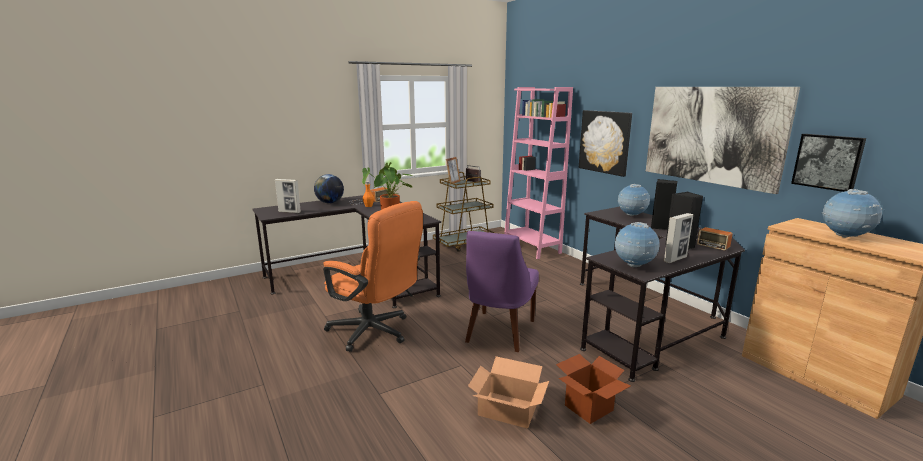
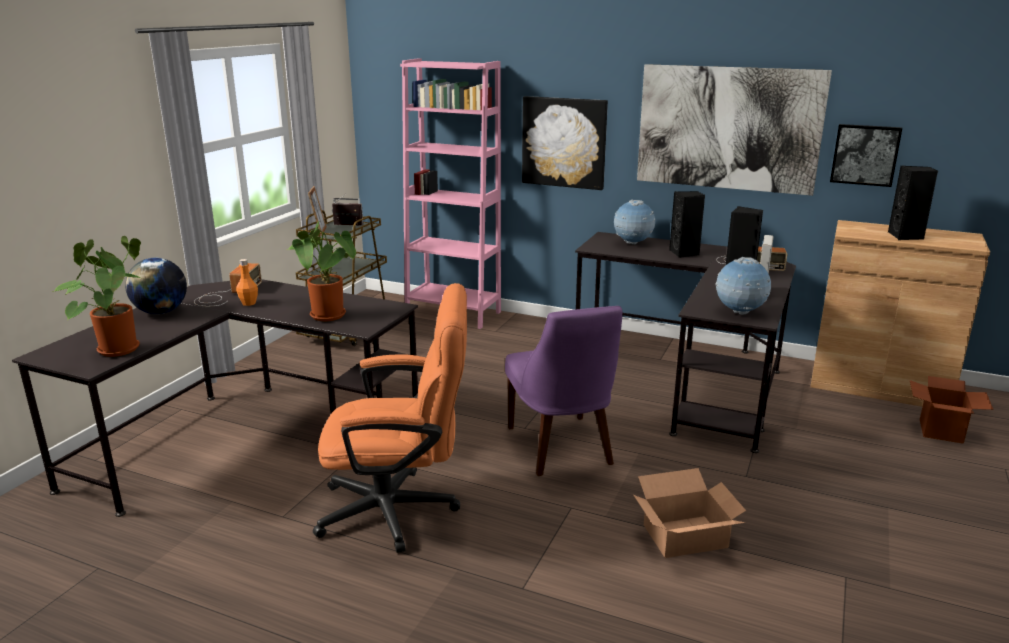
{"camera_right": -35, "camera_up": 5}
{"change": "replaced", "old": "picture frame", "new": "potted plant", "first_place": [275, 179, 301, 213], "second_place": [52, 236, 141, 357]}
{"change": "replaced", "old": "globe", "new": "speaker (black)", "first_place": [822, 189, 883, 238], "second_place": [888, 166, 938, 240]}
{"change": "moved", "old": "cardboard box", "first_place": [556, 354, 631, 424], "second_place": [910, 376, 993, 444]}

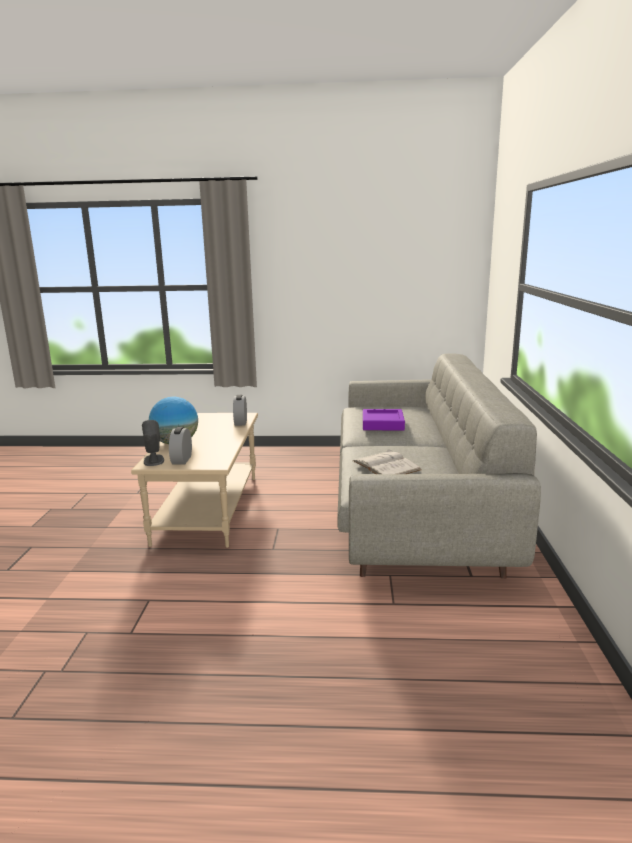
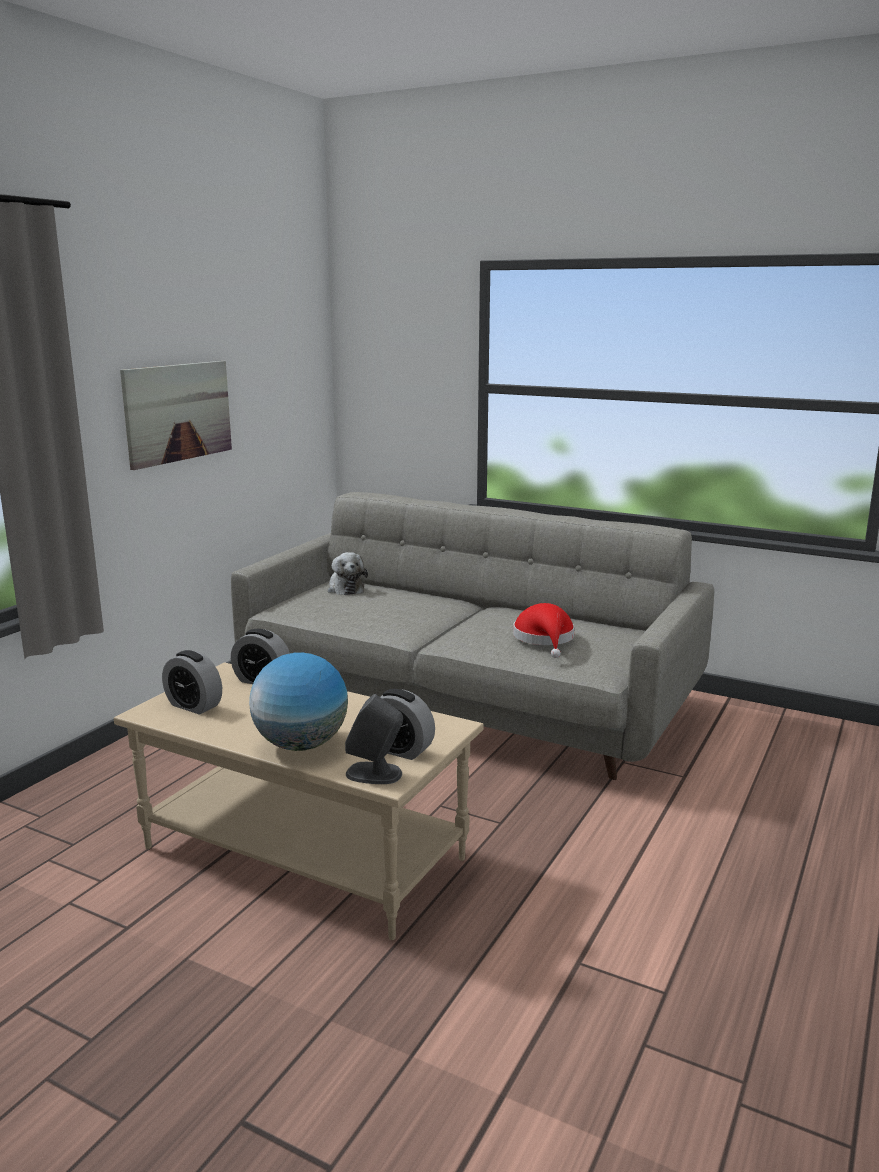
{"camera_right": -65, "camera_up": 0}
{"change": "added", "new": "picture", "second_place": [120, 361, 232, 470]}
{"change": "added", "new": "alarm clock", "second_place": [162, 650, 222, 715]}
{"change": "added", "new": "plush toy", "second_place": [328, 552, 368, 595]}
{"change": "replaced", "old": "book (white)", "new": "hat (red)", "first_place": [353, 449, 422, 474], "second_place": [513, 603, 575, 658]}
{"change": "removed", "old": "tray (purple)", "first_place": [363, 409, 405, 430]}

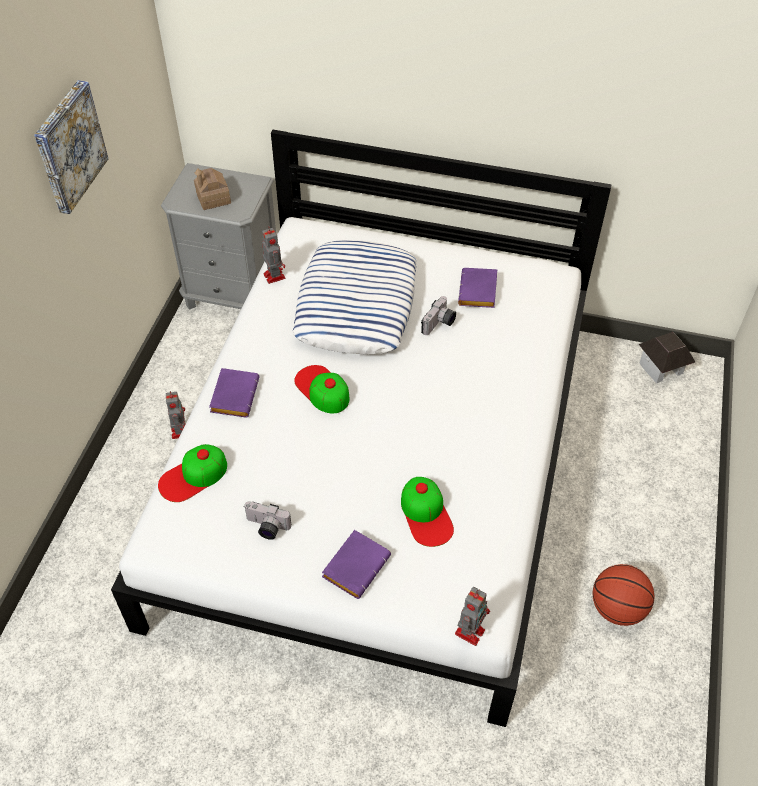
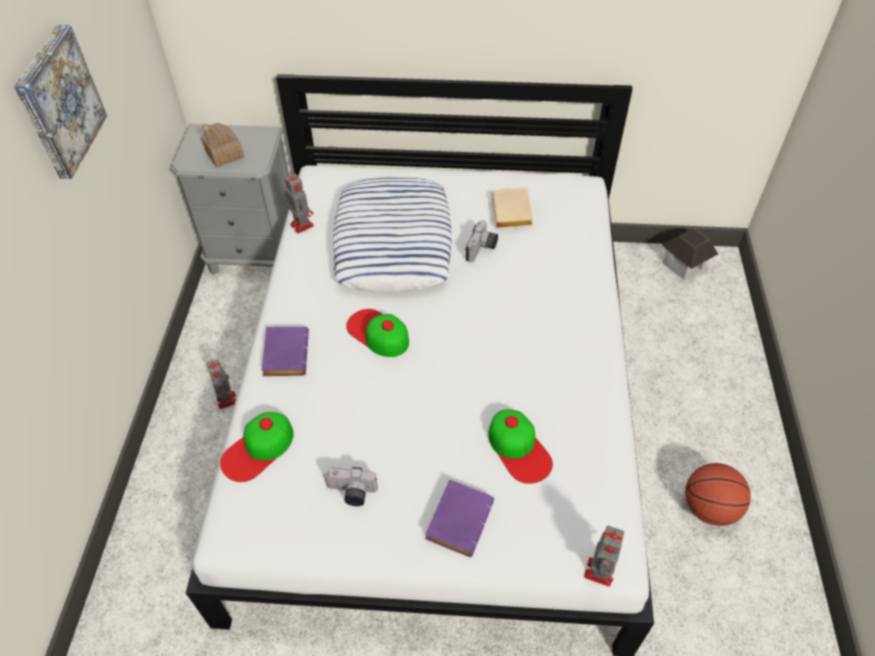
{"camera_right": -10, "camera_up": 0}
{"change": "recoloured", "old": "book (purple)", "new": "book (beige)", "first_place": [458, 268, 497, 308], "second_place": [492, 188, 533, 228]}

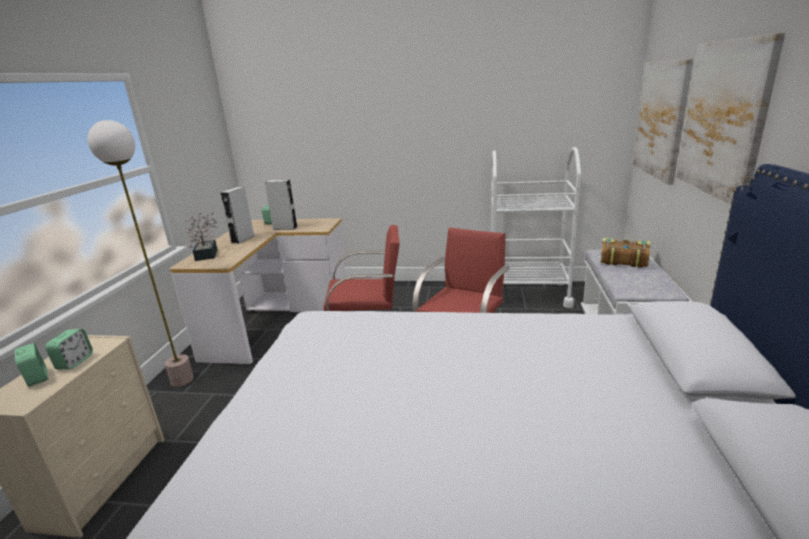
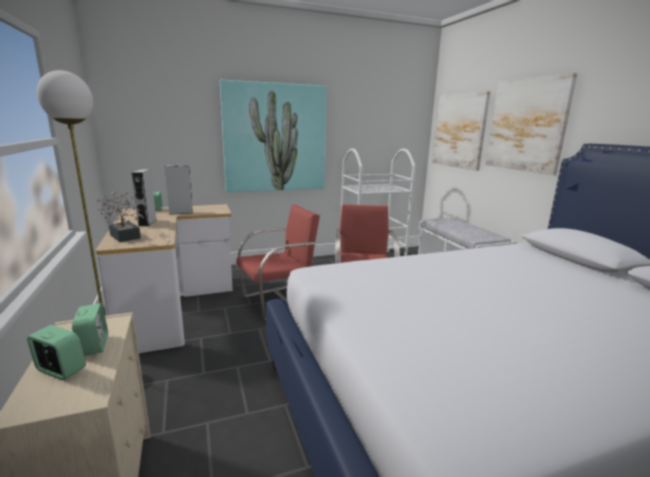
{"camera_right": -30, "camera_up": -5}
{"change": "added", "new": "picture", "second_place": [220, 80, 327, 192]}
{"change": "removed", "old": "book", "first_place": [601, 238, 650, 268]}

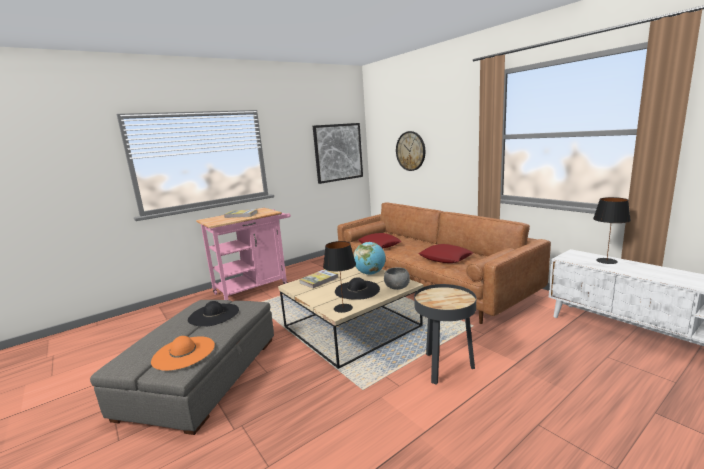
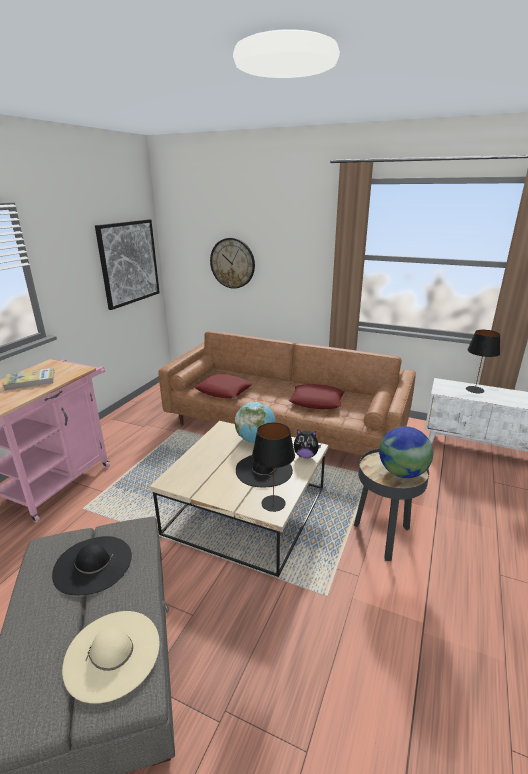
{"camera_right": -30, "camera_up": 10}
{"change": "recoloured", "old": "hat (orange)", "new": "hat (beige)", "first_place": [151, 336, 215, 371], "second_place": [62, 611, 159, 703]}
{"change": "replaced", "old": "bowl (grey)", "new": "plush toy", "first_place": [384, 267, 410, 290], "second_place": [294, 429, 321, 458]}
{"change": "added", "new": "globe", "second_place": [379, 426, 433, 478]}
{"change": "removed", "old": "book", "first_place": [299, 269, 339, 289]}

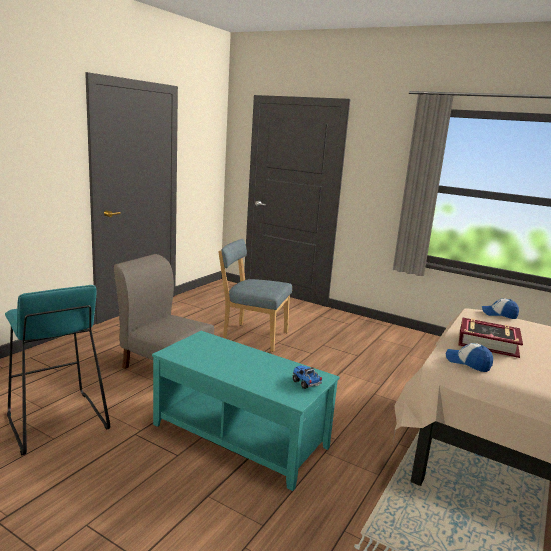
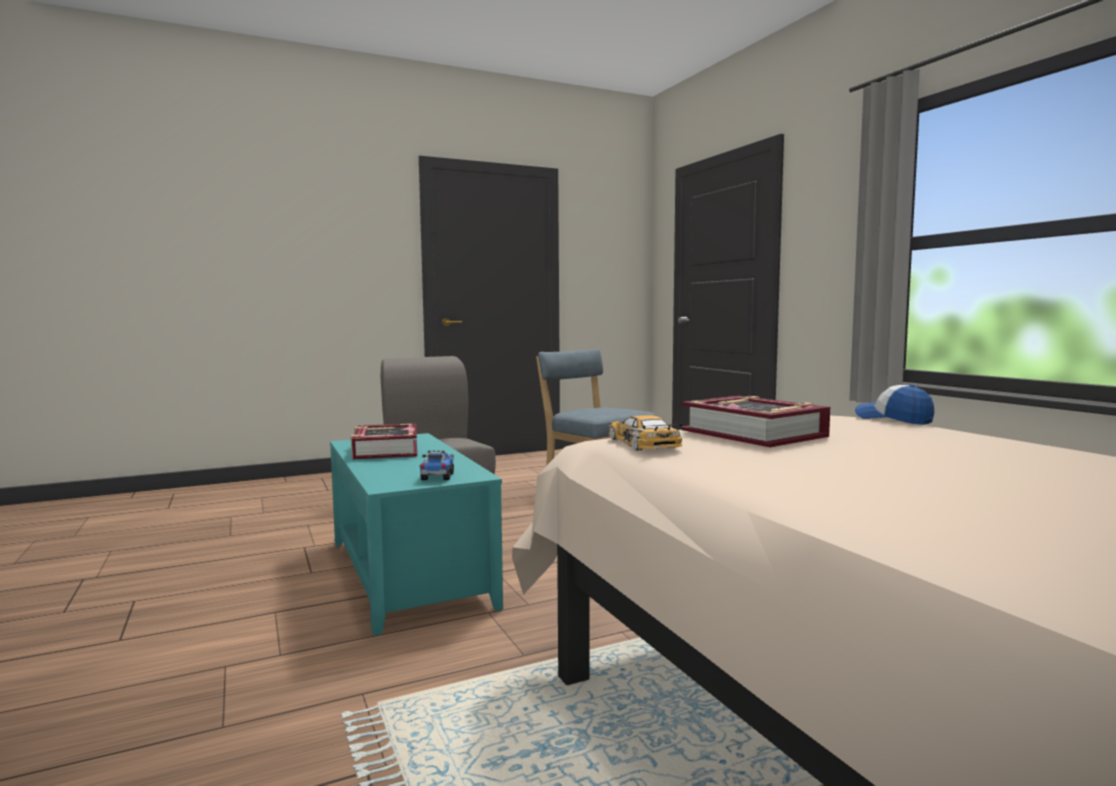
{"camera_right": 35, "camera_up": -10}
{"change": "added", "new": "book", "second_place": [351, 423, 417, 460]}
{"change": "replaced", "old": "cap", "new": "toy car", "first_place": [446, 343, 493, 372], "second_place": [608, 415, 682, 450]}
{"change": "removed", "old": "stool (turquoise)", "first_place": [5, 285, 110, 456]}

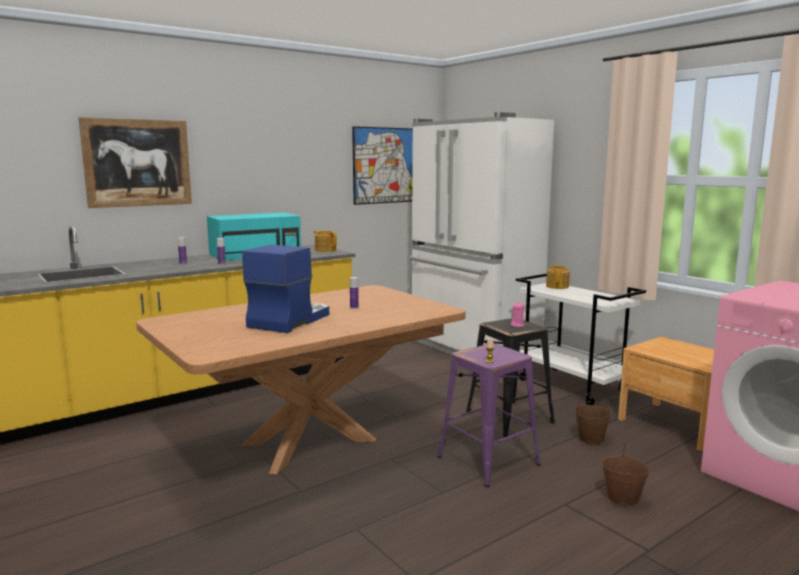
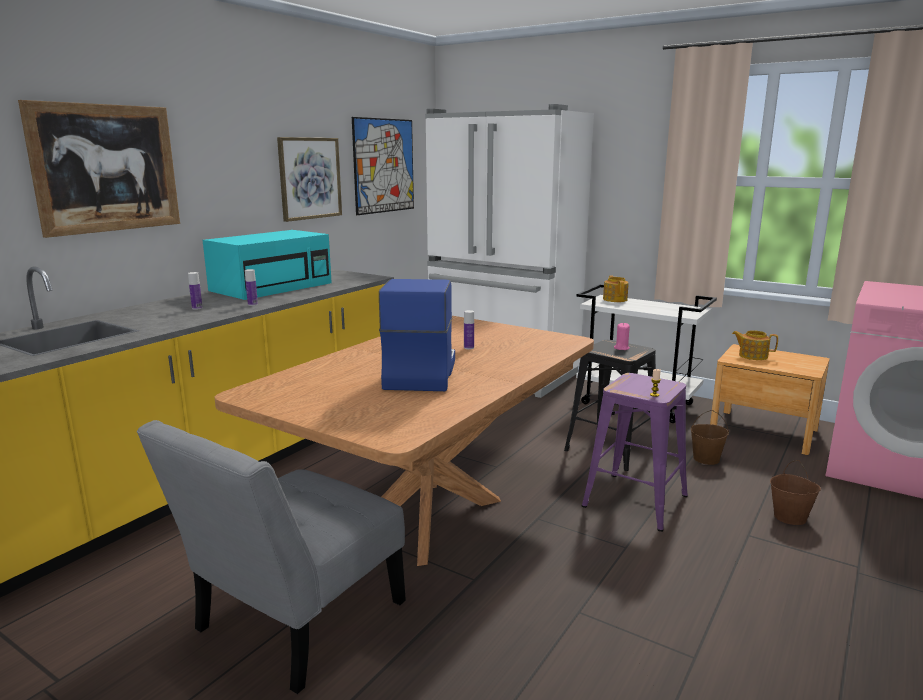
{"camera_right": -20, "camera_up": 5}
{"change": "added", "new": "chair (grey)", "second_place": [137, 420, 406, 694]}
{"change": "added", "new": "picture", "second_place": [277, 137, 342, 222]}
{"change": "moved", "old": "teapot", "first_place": [314, 231, 337, 252], "second_place": [732, 330, 778, 360]}

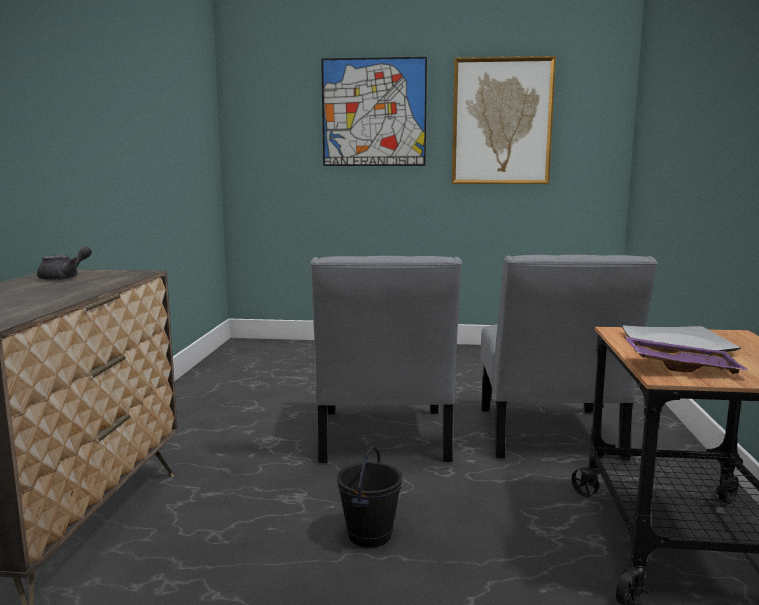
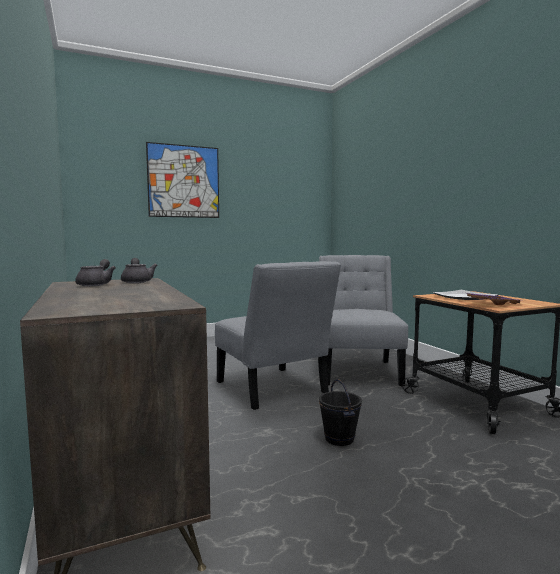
{"camera_right": -30, "camera_up": -5}
{"change": "added", "new": "teapot (grey)", "second_place": [121, 258, 158, 283]}
{"change": "turned", "old": "chair (grey)", "first_place": [481, 255, 658, 461], "second_place": [319, 255, 408, 386], "degrees": -150}
{"change": "removed", "old": "picture", "first_place": [452, 56, 556, 184]}

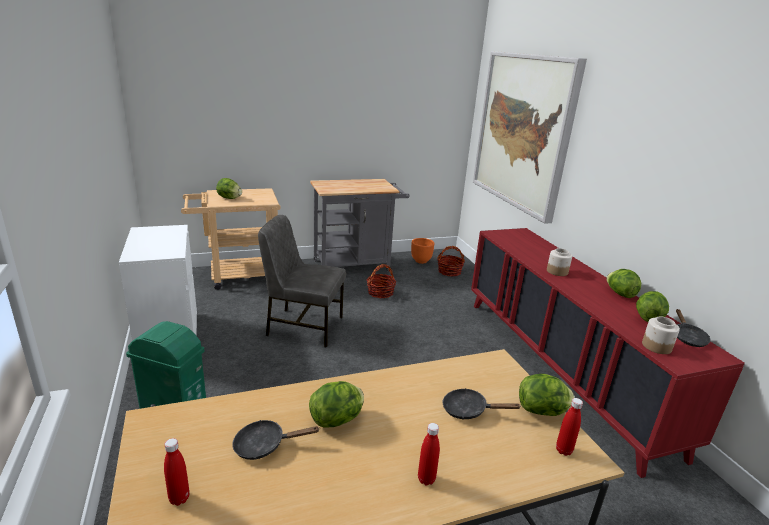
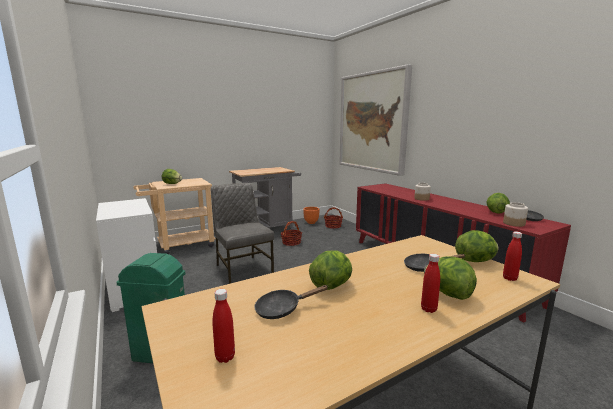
{"camera_right": -10, "camera_up": -10}
{"change": "turned", "old": "chair (grey)", "first_place": [258, 215, 346, 348], "second_place": [211, 183, 274, 284], "degrees": 60}
{"change": "moved", "old": "lettuce", "first_place": [606, 269, 641, 298], "second_place": [424, 256, 477, 300]}

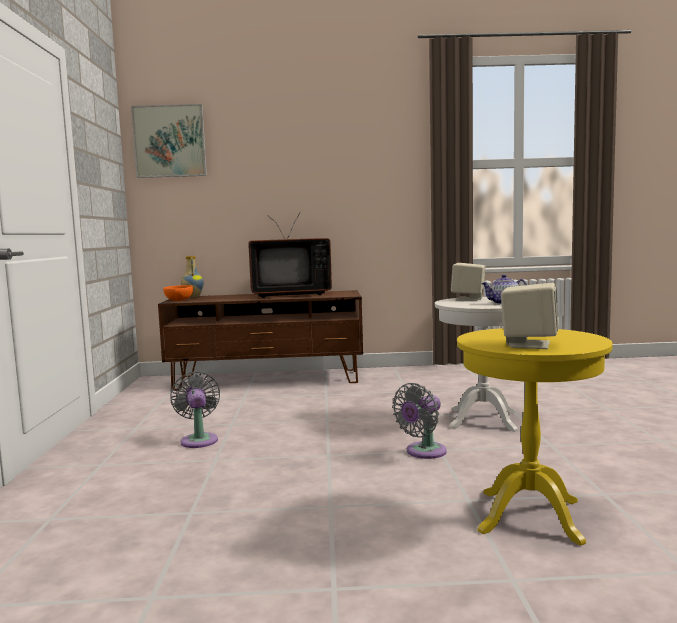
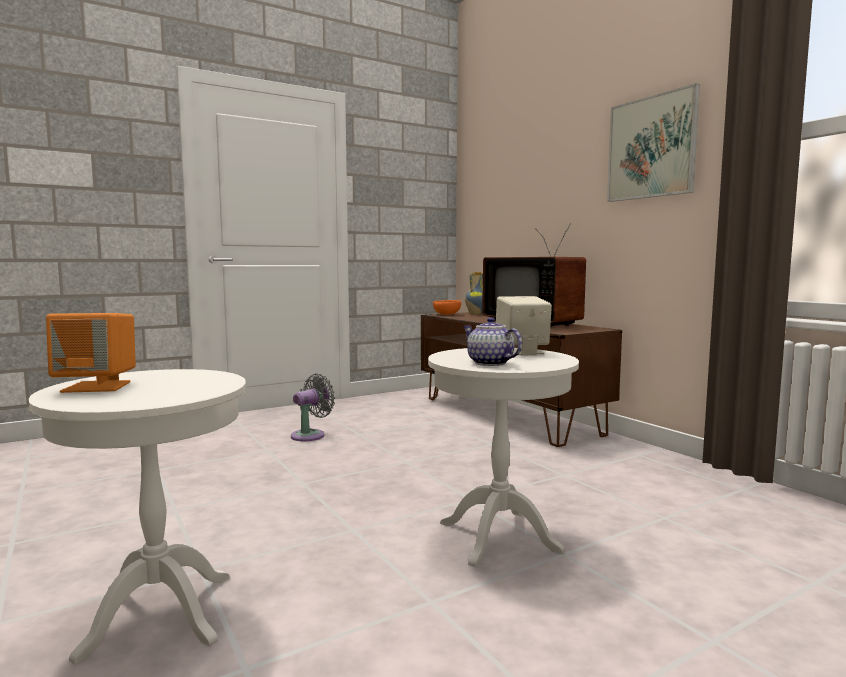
{"camera_right": 60, "camera_up": 0}
{"change": "recoloured", "old": "side table (yellow)", "new": "side table (white)", "first_place": [457, 328, 613, 546], "second_place": [29, 369, 246, 665]}
{"change": "recoloured", "old": "speaker (beige)", "new": "speaker (orange)", "first_place": [501, 283, 559, 349], "second_place": [46, 313, 136, 393]}
{"change": "moved", "old": "picture", "first_place": [131, 104, 207, 178], "second_place": [607, 83, 700, 202]}
{"change": "removed", "old": "fan (grey)", "first_place": [392, 383, 447, 459]}

